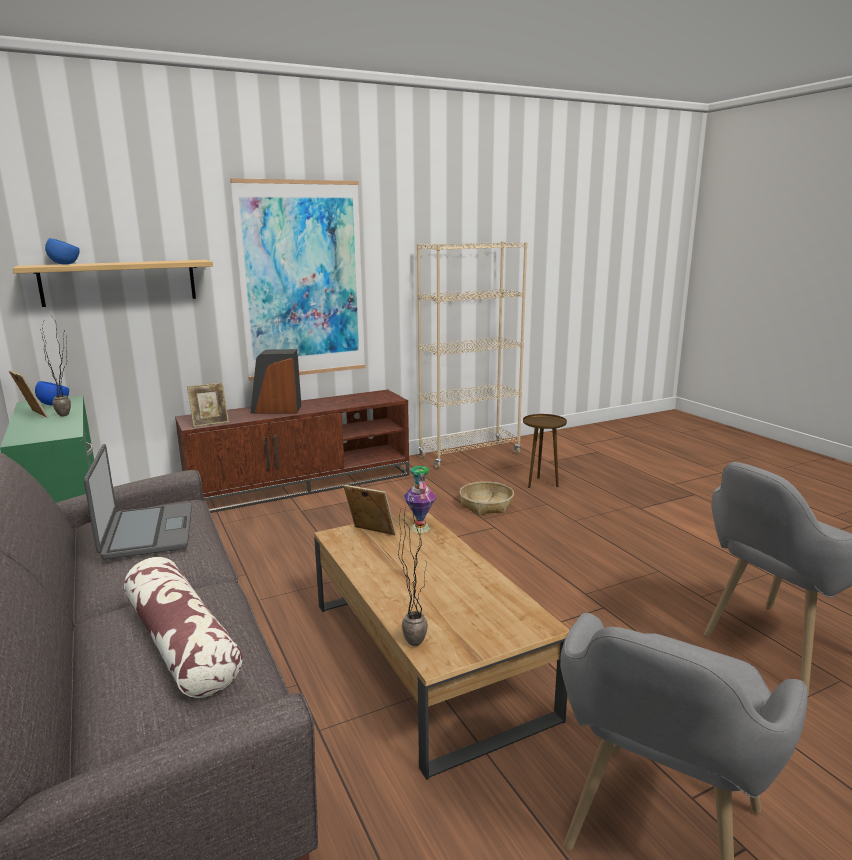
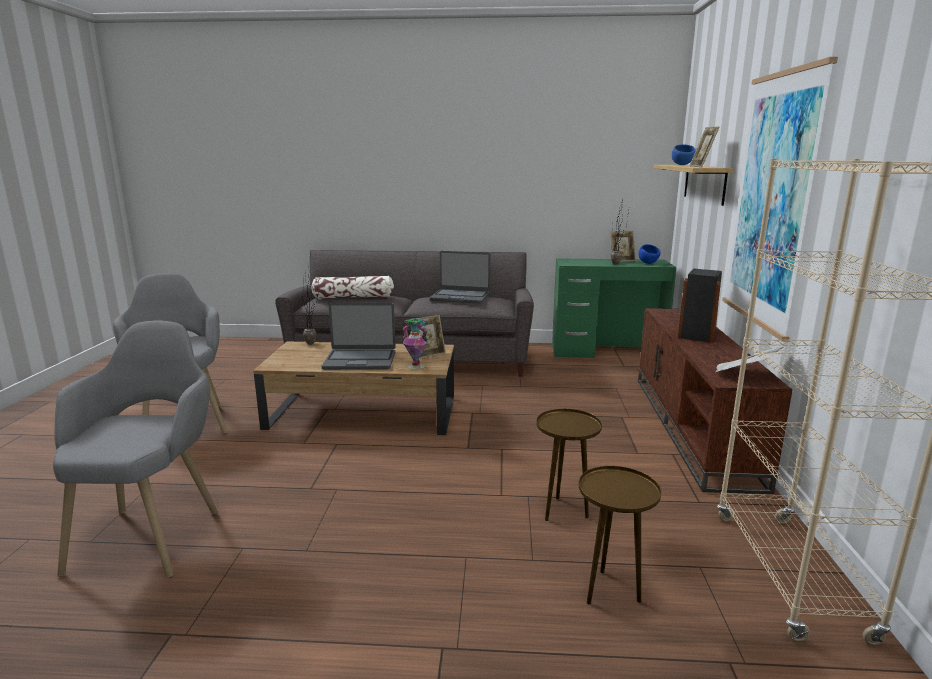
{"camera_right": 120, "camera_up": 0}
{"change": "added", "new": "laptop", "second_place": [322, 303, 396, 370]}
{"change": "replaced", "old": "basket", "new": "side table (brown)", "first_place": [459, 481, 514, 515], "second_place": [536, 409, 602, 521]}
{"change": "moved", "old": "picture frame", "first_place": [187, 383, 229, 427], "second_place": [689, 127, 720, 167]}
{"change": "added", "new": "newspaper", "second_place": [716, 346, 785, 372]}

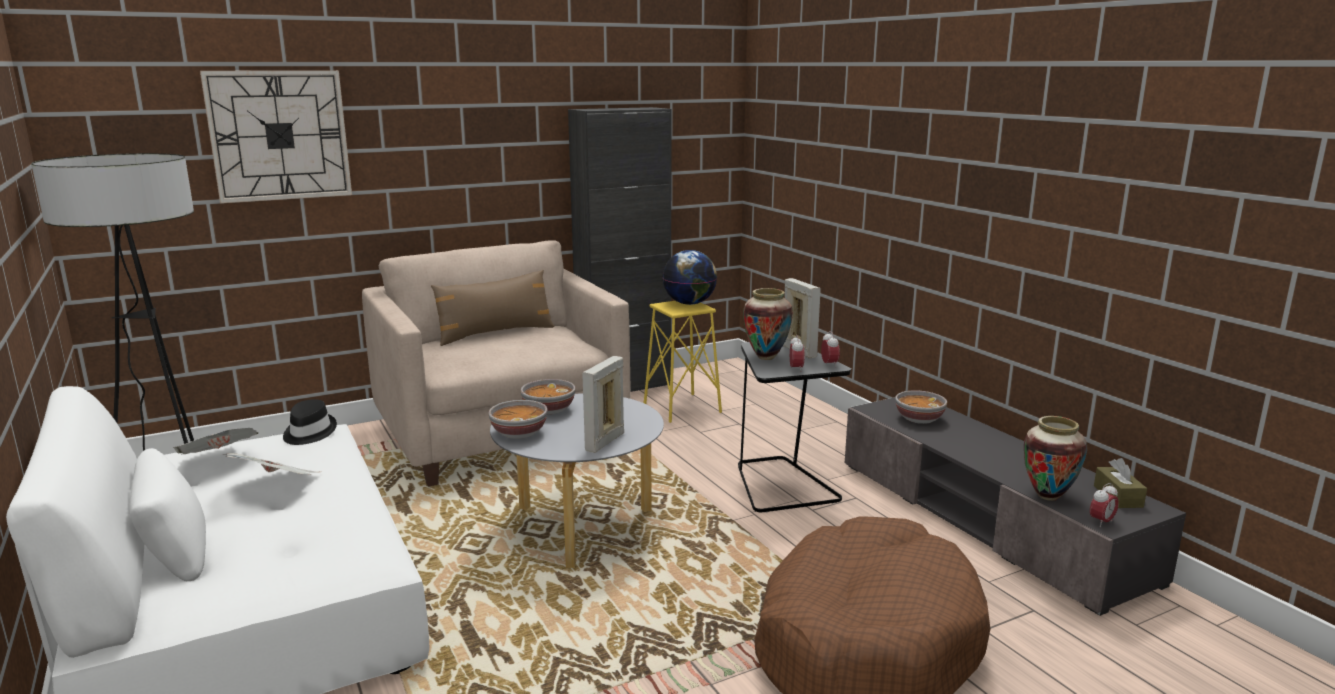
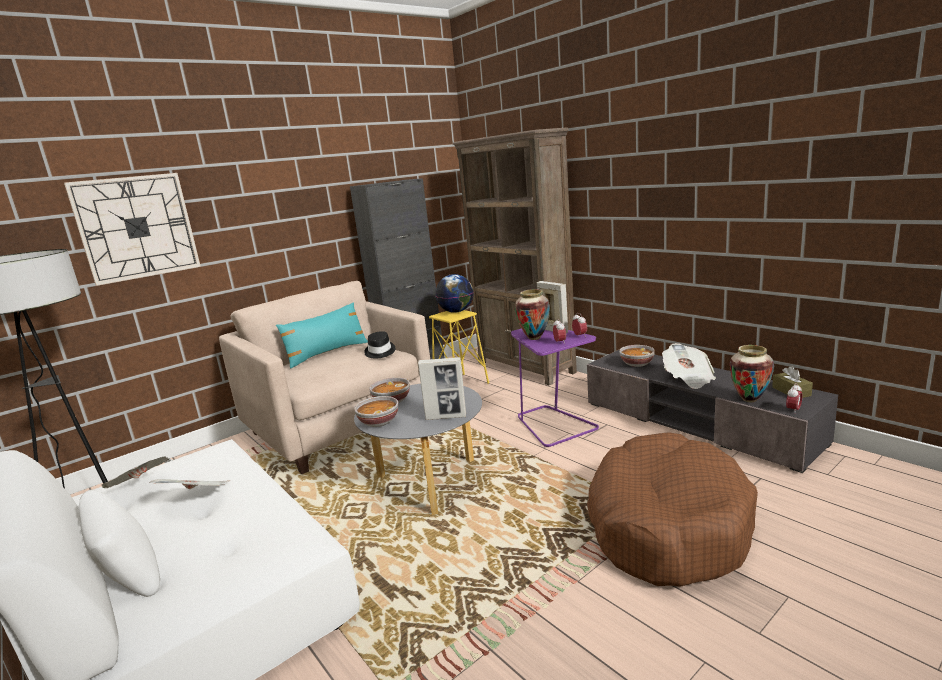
{"camera_right": -10, "camera_up": 0}
{"change": "recoloured", "old": "pillow (brown)", "new": "pillow (turquoise)", "first_place": [431, 270, 555, 346], "second_place": [276, 302, 368, 369]}
{"change": "moved", "old": "hat (black)", "first_place": [283, 399, 337, 445], "second_place": [364, 331, 396, 359]}
{"change": "turned", "old": "picture frame", "first_place": [582, 356, 624, 453], "second_place": [418, 357, 466, 420], "degrees": -105}
{"change": "added", "new": "bookcase (brown)", "second_place": [453, 127, 577, 385]}
{"change": "recoloured", "old": "side table (black)", "new": "side table (purple)", "first_place": [738, 342, 851, 513], "second_place": [511, 329, 599, 447]}
{"change": "added", "new": "newspaper", "second_place": [662, 343, 716, 389]}

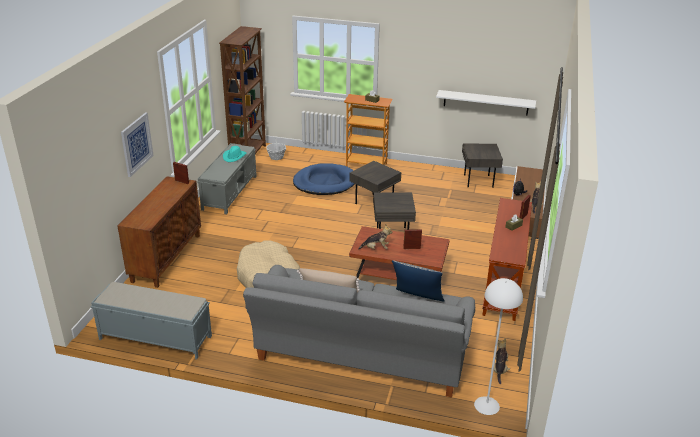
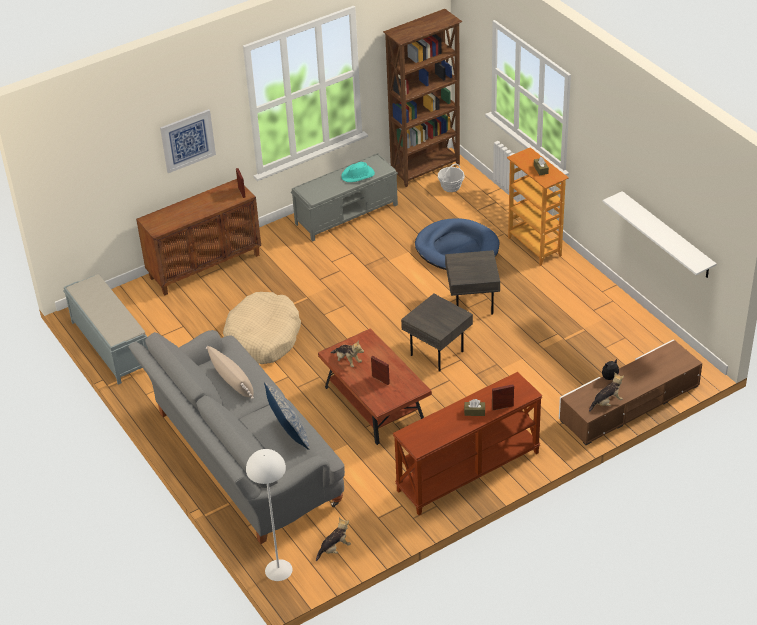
{"camera_right": 45, "camera_up": 10}
{"change": "removed", "old": "side table (grey)", "first_place": [462, 143, 503, 188]}

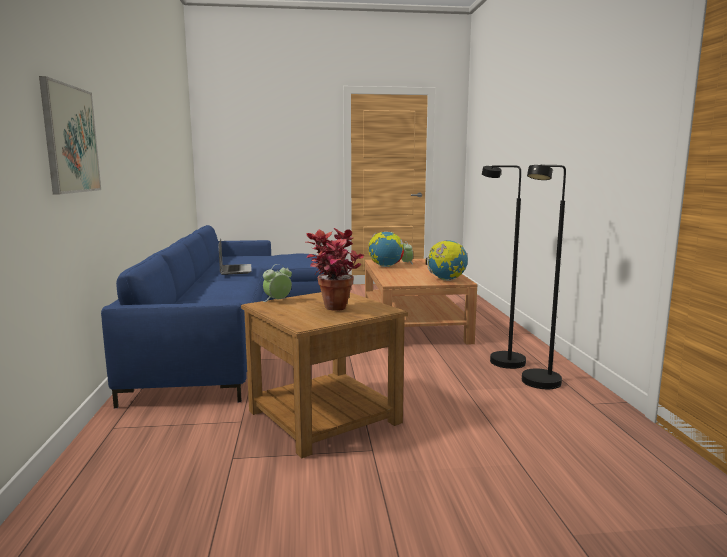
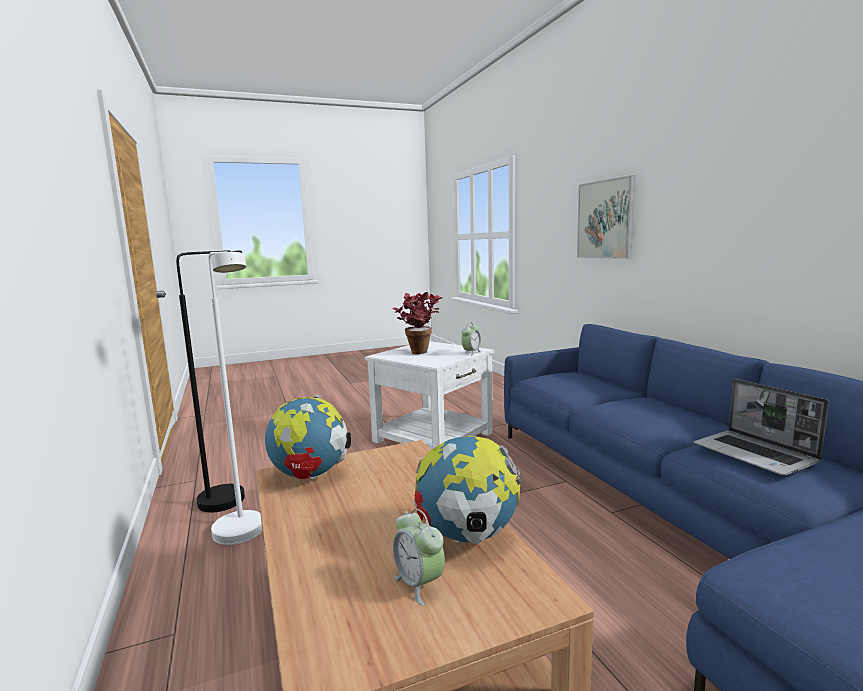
{"camera_right": 165, "camera_up": 0}
{"change": "recoloured", "old": "floor lamp (black)", "new": "floor lamp (white)", "first_place": [482, 165, 526, 369], "second_place": [208, 251, 262, 545]}
{"change": "recoloured", "old": "side table (brown)", "new": "side table (white)", "first_place": [241, 292, 408, 458], "second_place": [365, 341, 495, 450]}

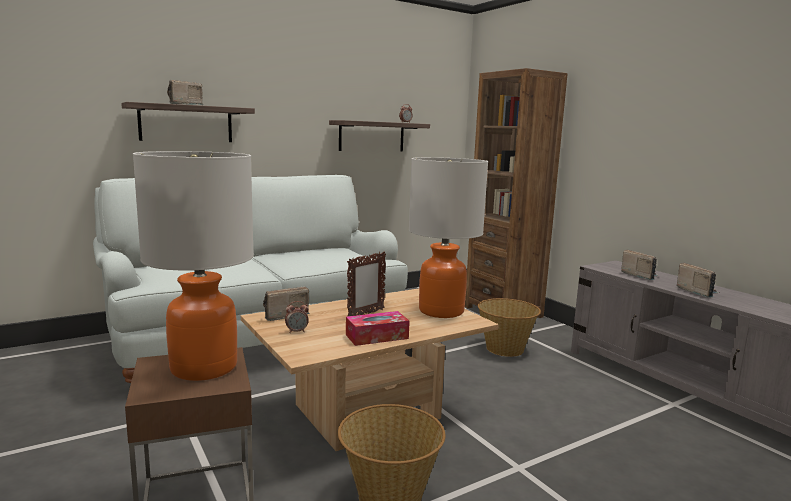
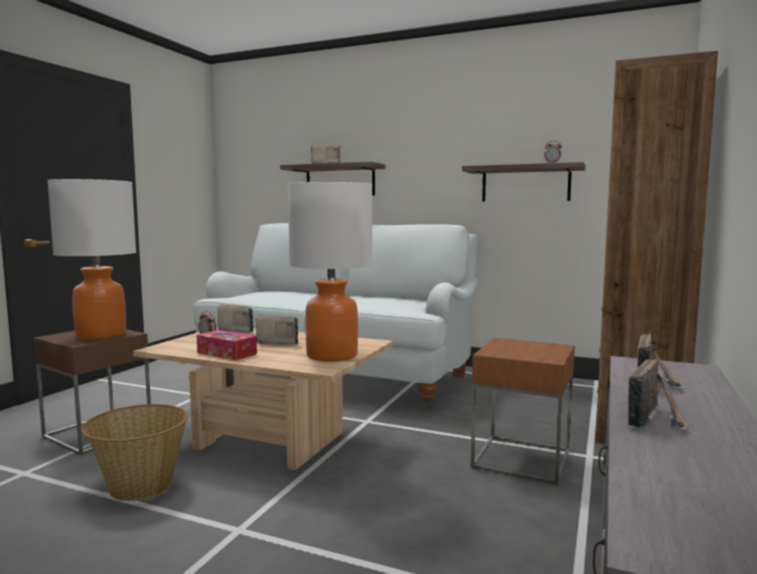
{"camera_right": 55, "camera_up": -5}
{"change": "replaced", "old": "picture frame", "new": "radio", "first_place": [347, 252, 386, 316], "second_place": [256, 314, 299, 345]}
{"change": "replaced", "old": "basket", "new": "side table (brown)", "first_place": [478, 298, 541, 357], "second_place": [471, 338, 575, 485]}

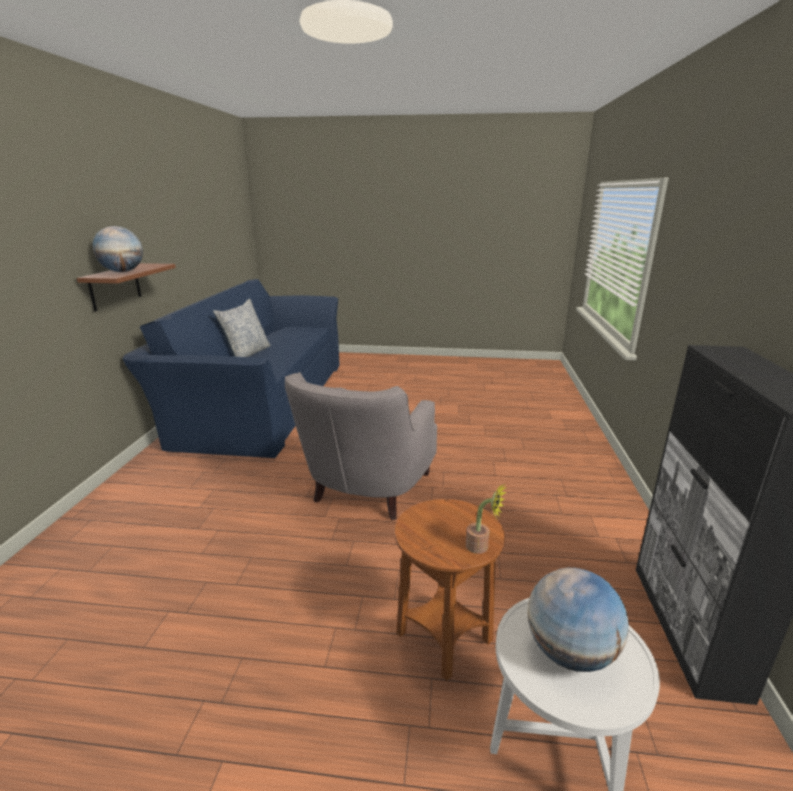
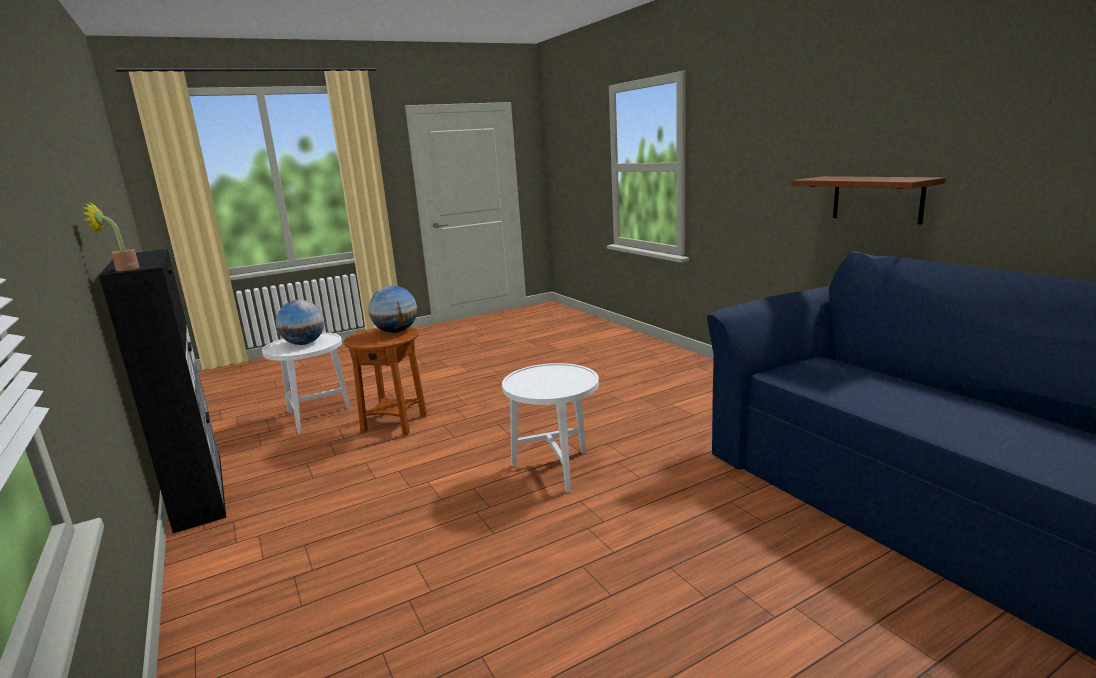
{"camera_right": 145, "camera_up": -5}
{"change": "moved", "old": "potted plant", "first_place": [466, 484, 507, 554], "second_place": [83, 201, 140, 271]}
{"change": "moved", "old": "globe", "first_place": [92, 226, 143, 272], "second_place": [369, 286, 417, 333]}
{"change": "replaced", "old": "armchair (grey)", "new": "side table (white)", "first_place": [285, 372, 437, 520], "second_place": [502, 363, 599, 493]}
{"change": "removed", "old": "pillow", "first_place": [213, 299, 271, 357]}

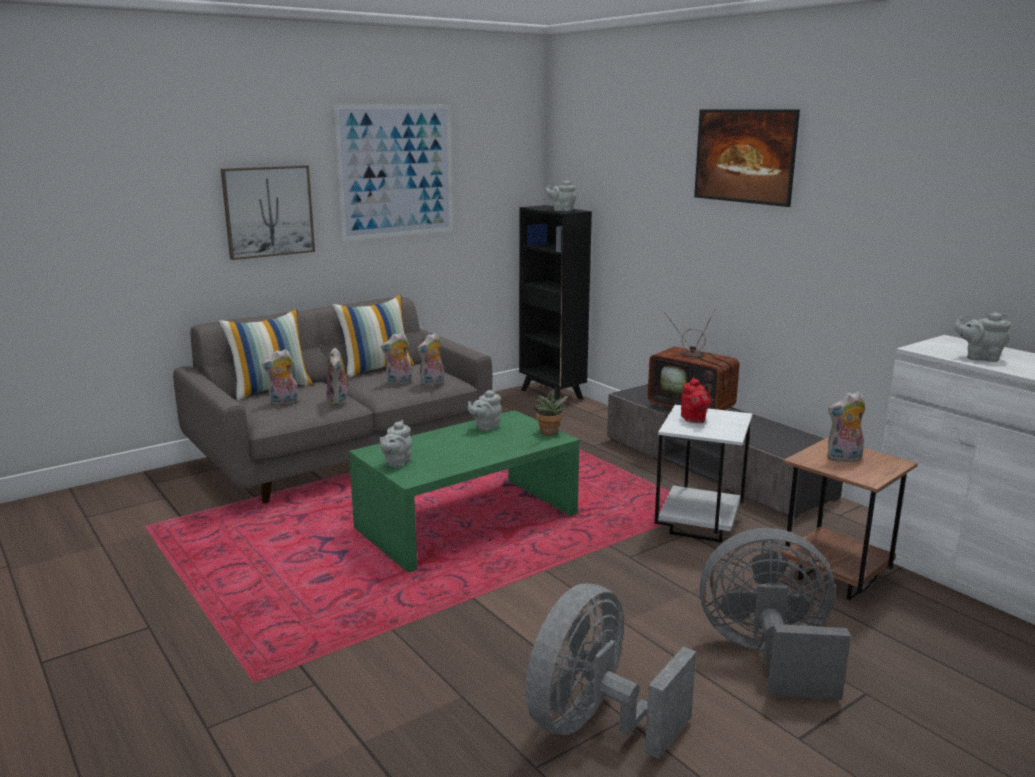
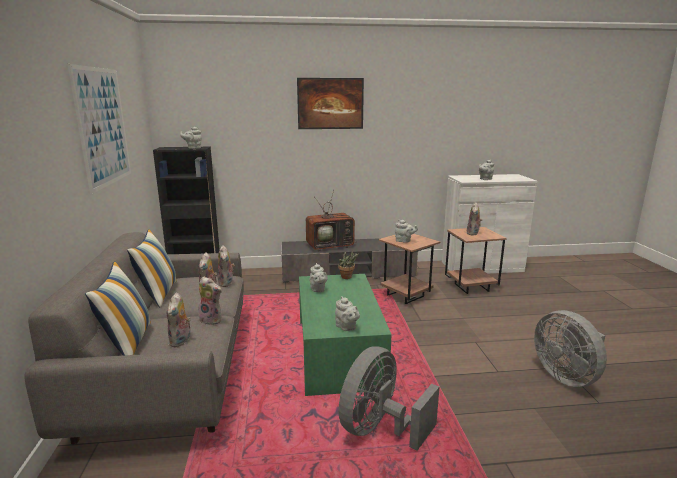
{"camera_right": -60, "camera_up": 0}
{"change": "moved", "old": "fan (grey)", "first_place": [700, 528, 851, 700], "second_place": [338, 346, 439, 451]}
{"change": "recoloured", "old": "side table (white)", "new": "side table (brown)", "first_place": [654, 405, 752, 543], "second_place": [379, 234, 440, 304]}
{"change": "recoloured", "old": "teapot (red)", "new": "teapot (grey)", "first_place": [681, 377, 711, 423], "second_place": [394, 220, 418, 243]}
{"change": "removed", "old": "picture", "first_place": [221, 165, 315, 260]}

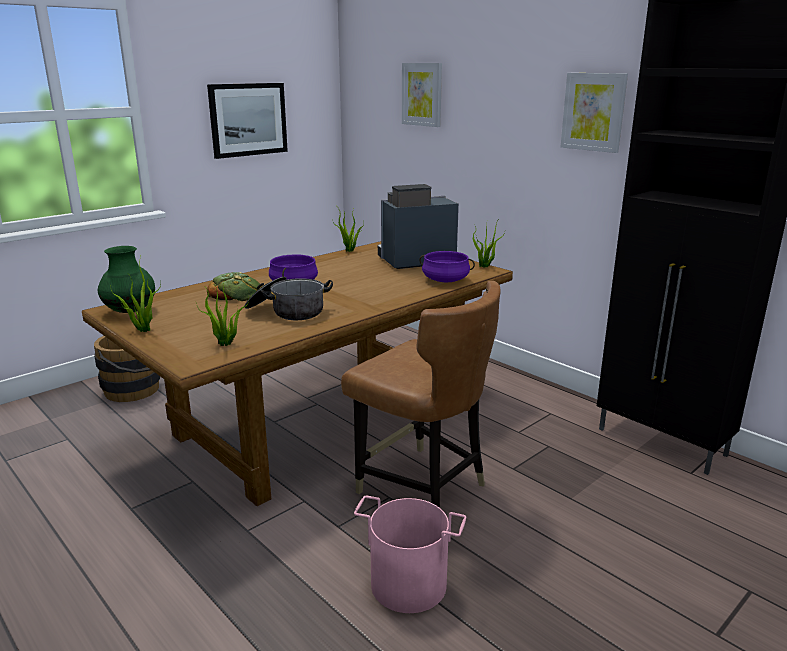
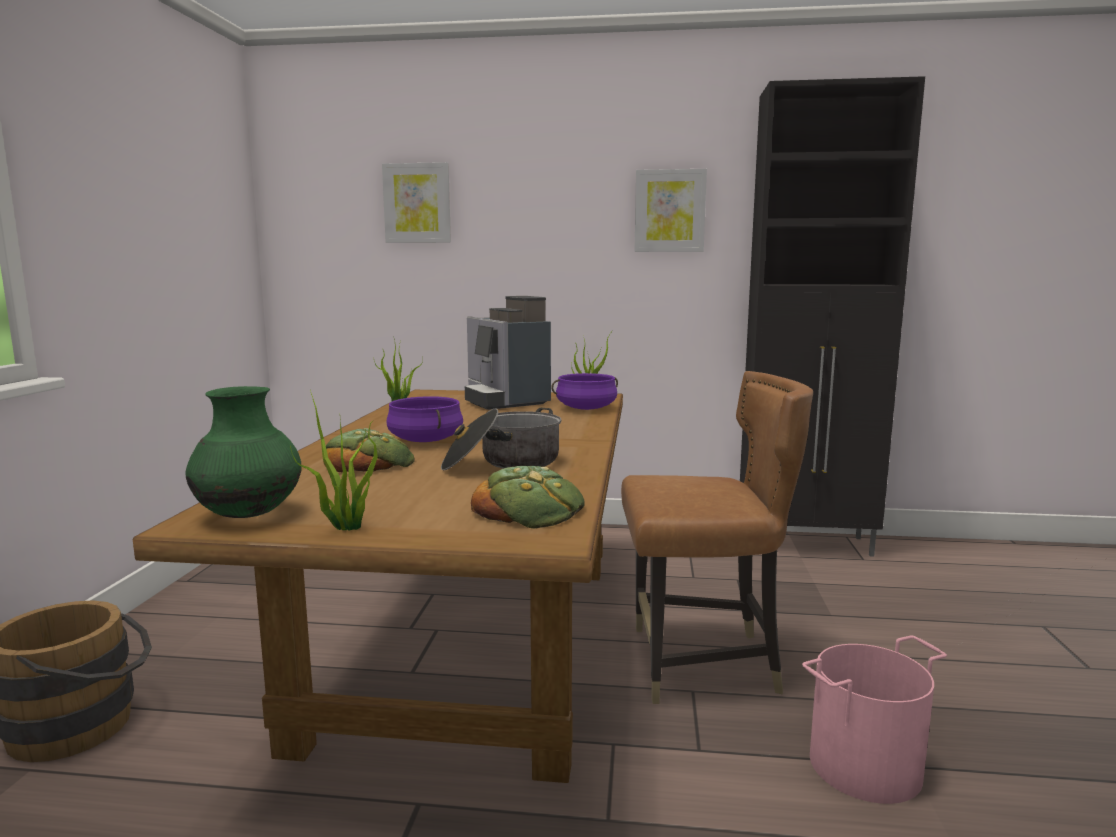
{"camera_right": -40, "camera_up": -10}
{"change": "turned", "old": "coffee machine", "first_place": [378, 184, 459, 269], "second_place": [465, 296, 551, 410], "degrees": -60}
{"change": "replaced", "old": "potted plant", "new": "bread", "first_place": [196, 280, 249, 346], "second_place": [471, 466, 585, 529]}
{"change": "removed", "old": "picture", "first_place": [207, 83, 288, 159]}

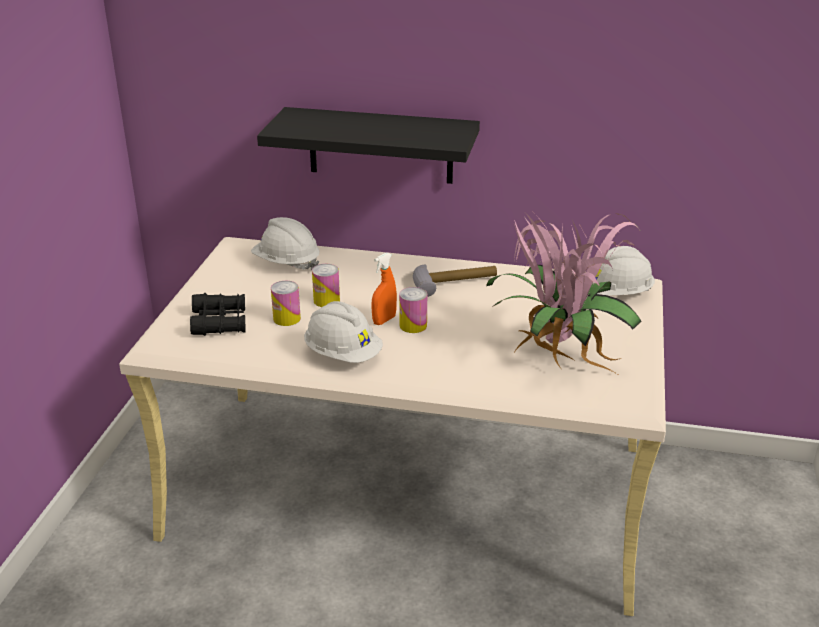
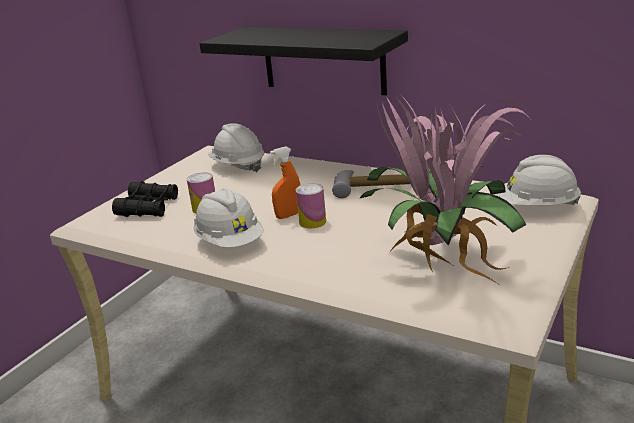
{"camera_right": 20, "camera_up": -5}
{"change": "removed", "old": "can", "first_place": [312, 264, 340, 307]}

